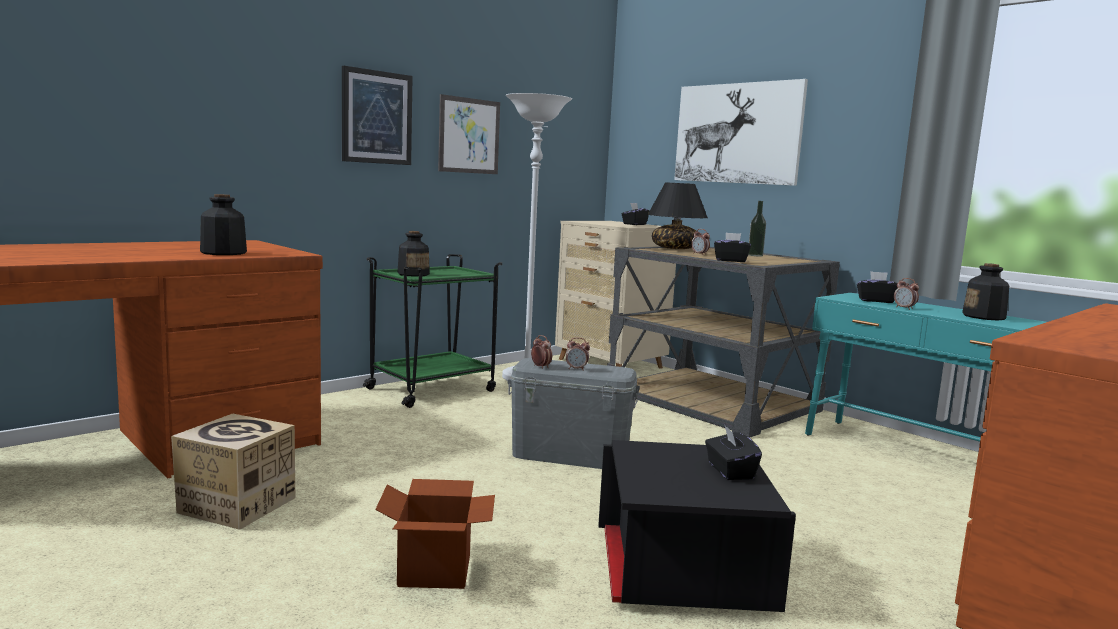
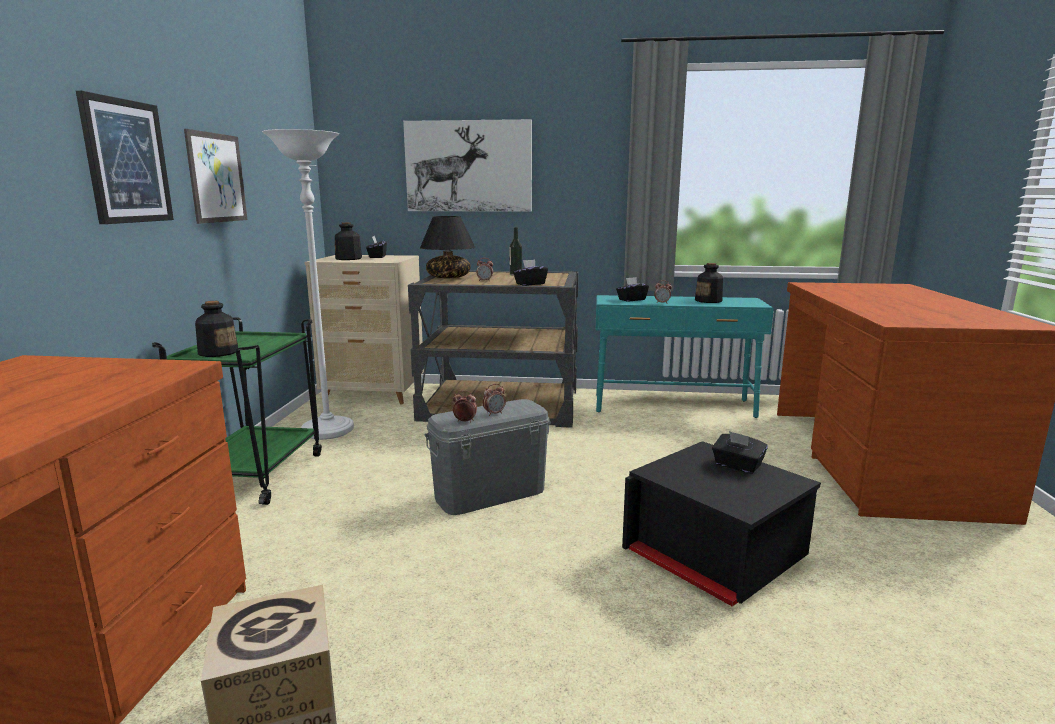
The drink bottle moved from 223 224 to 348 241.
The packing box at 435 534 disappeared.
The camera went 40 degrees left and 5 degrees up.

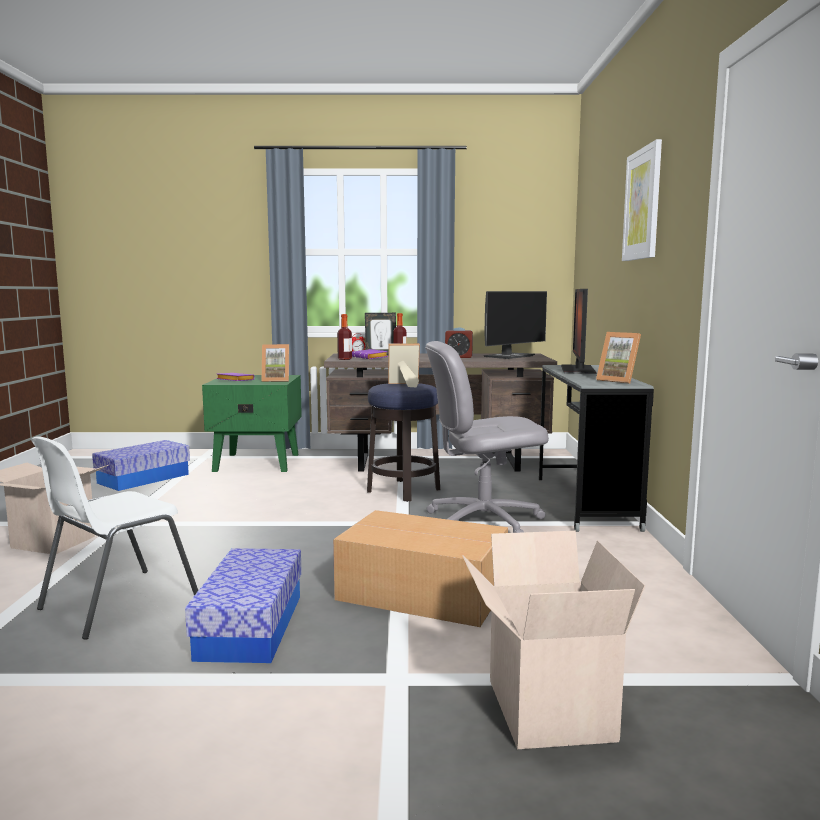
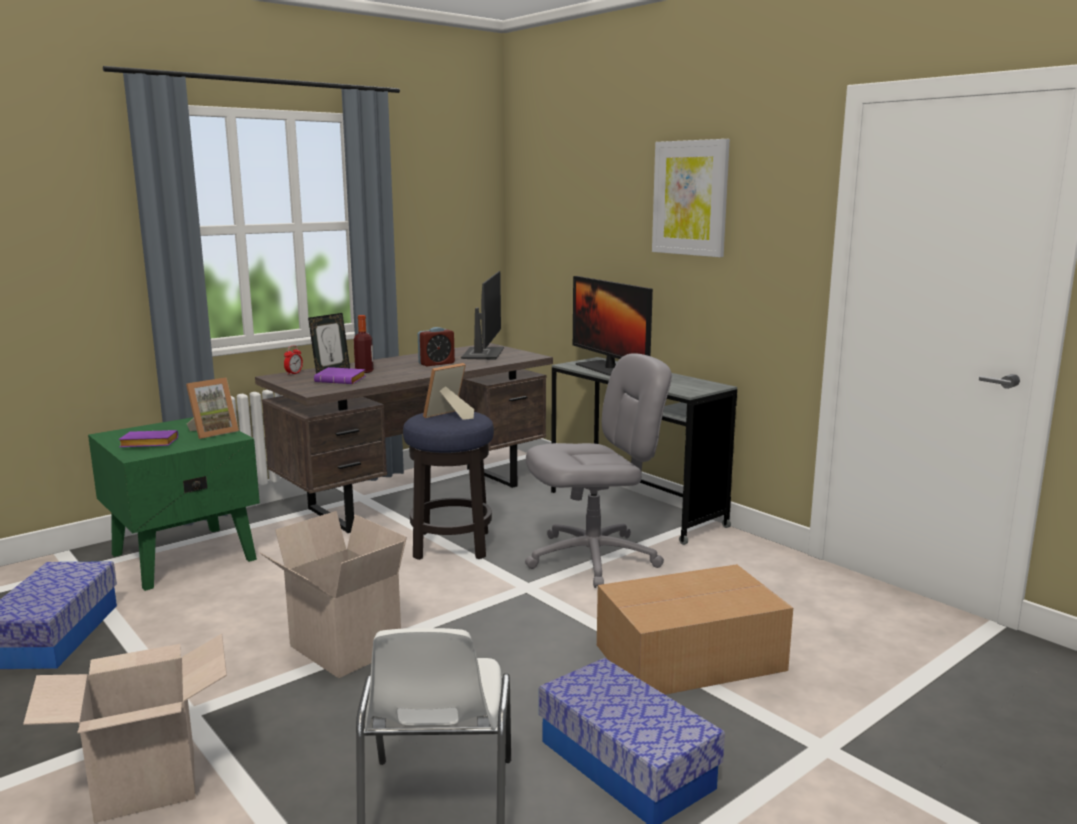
The drink bottle at 344 337 disappeared.
The standing frame at 618 358 disappeared.
The office chair (gray) at 487 437 turned 150 degrees counterclockwise.
The packing box moved from 553 640 to 333 594.
The camera went 40 degrees left and 5 degrees up.

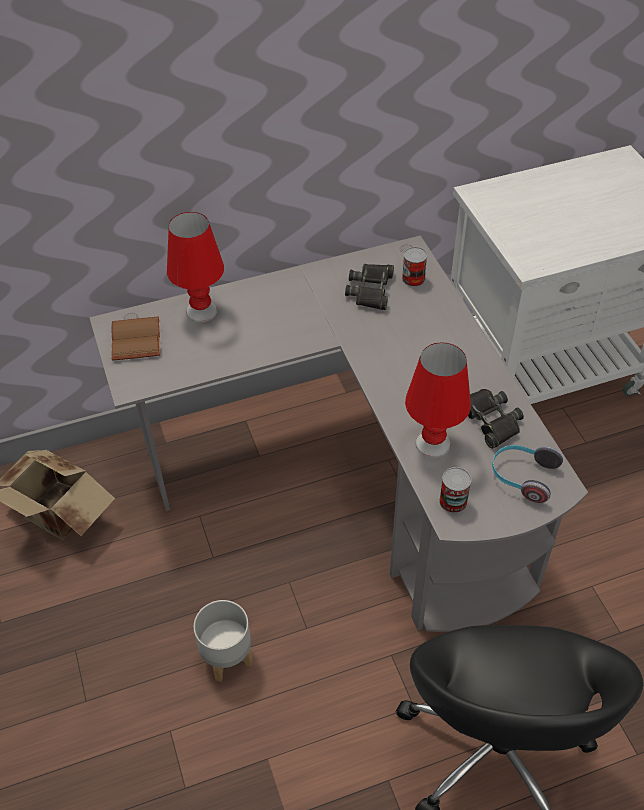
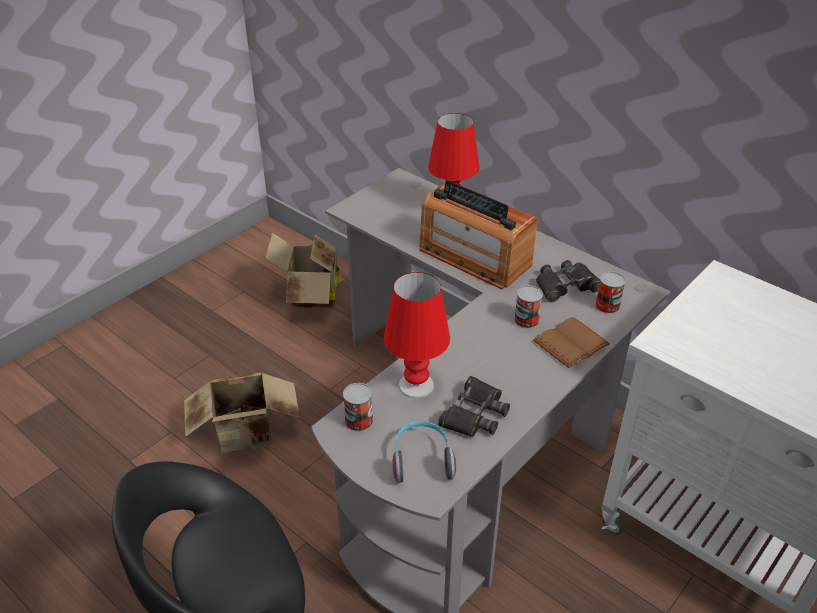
The volume (brown-coloured) moved from 135 338 to 571 342.
The flower pot (gray) at 223 641 was replaced by the packing box at 242 412.
The radio receiver at 478 235 appeared.
The can at 528 307 appeared.
The camera went 60 degrees right and 10 degrees down.

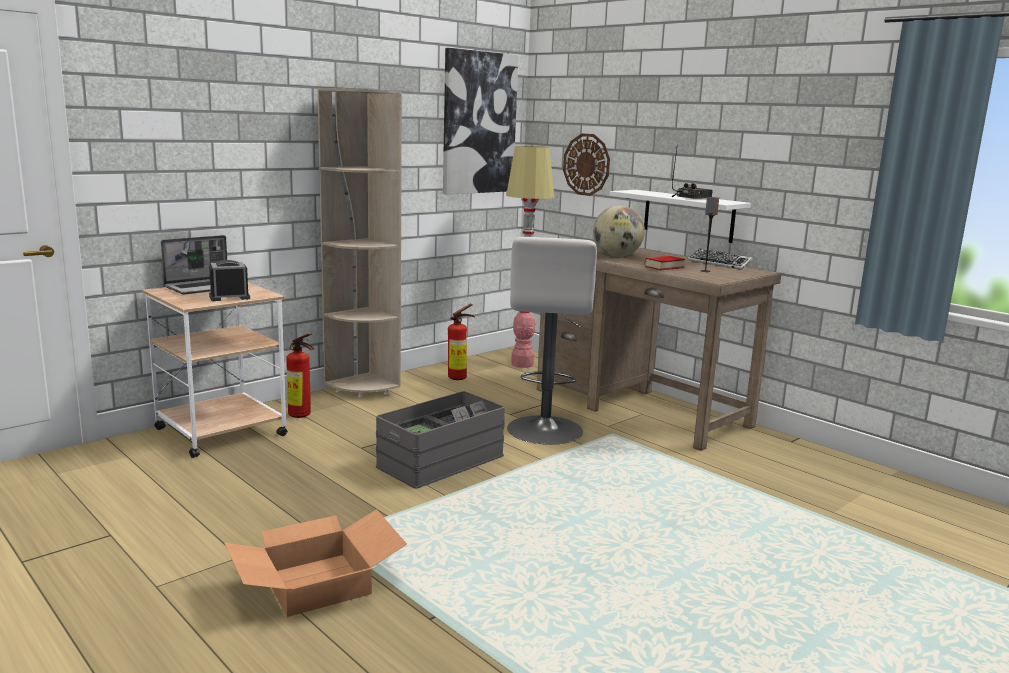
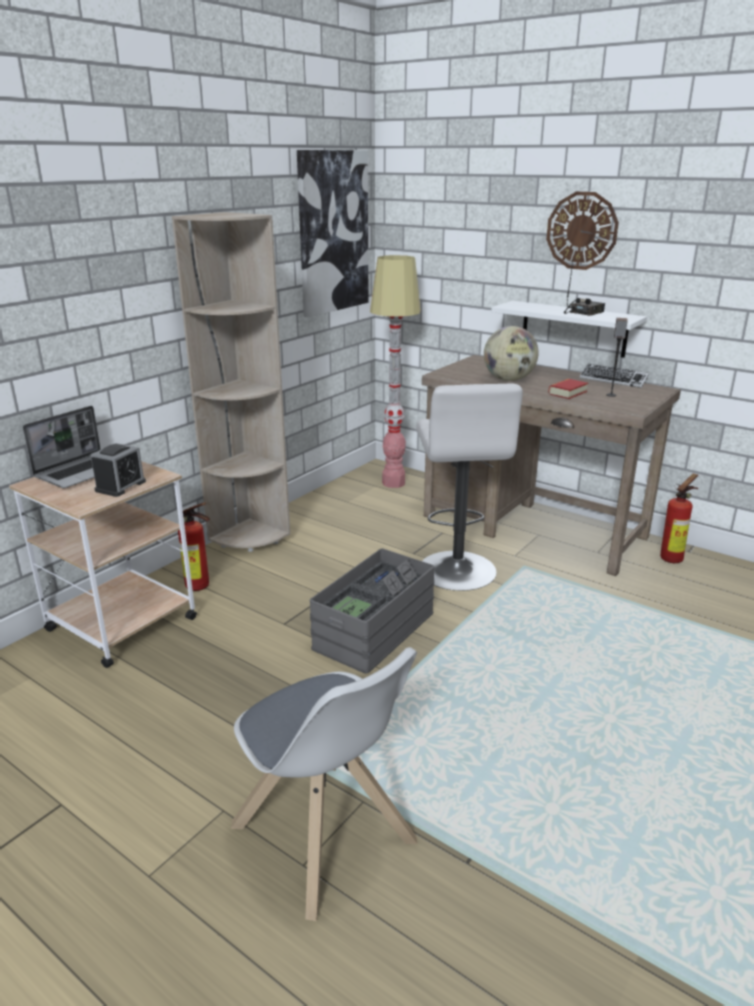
The hanging clock moved from 586 164 to 582 230.
The alarm clock at 229 280 turned 150 degrees clockwise.
The fire-fighting cylinder moved from 461 342 to 679 518.
The packing box at 315 563 was replaced by the plain chair at 324 784.
The camera went 10 degrees left and 10 degrees up.

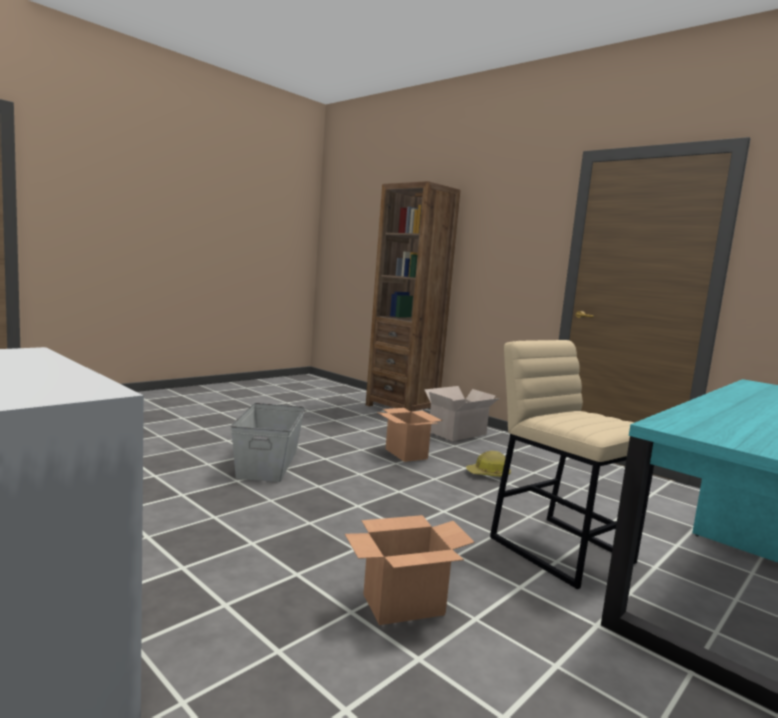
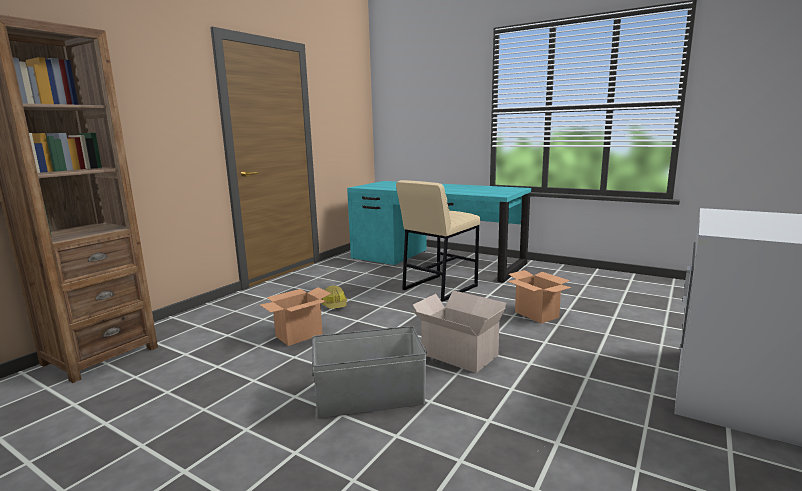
The packing box moved from 461 413 to 459 331.
The camera went 100 degrees left and 5 degrees up.

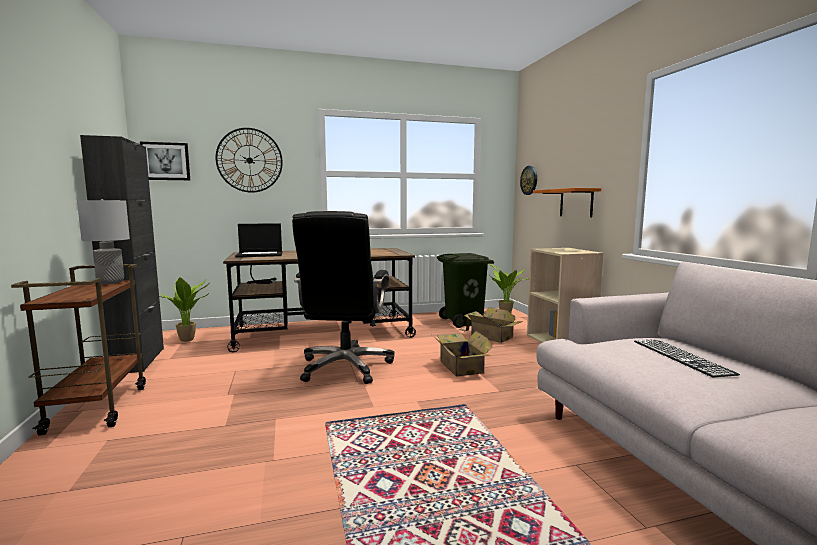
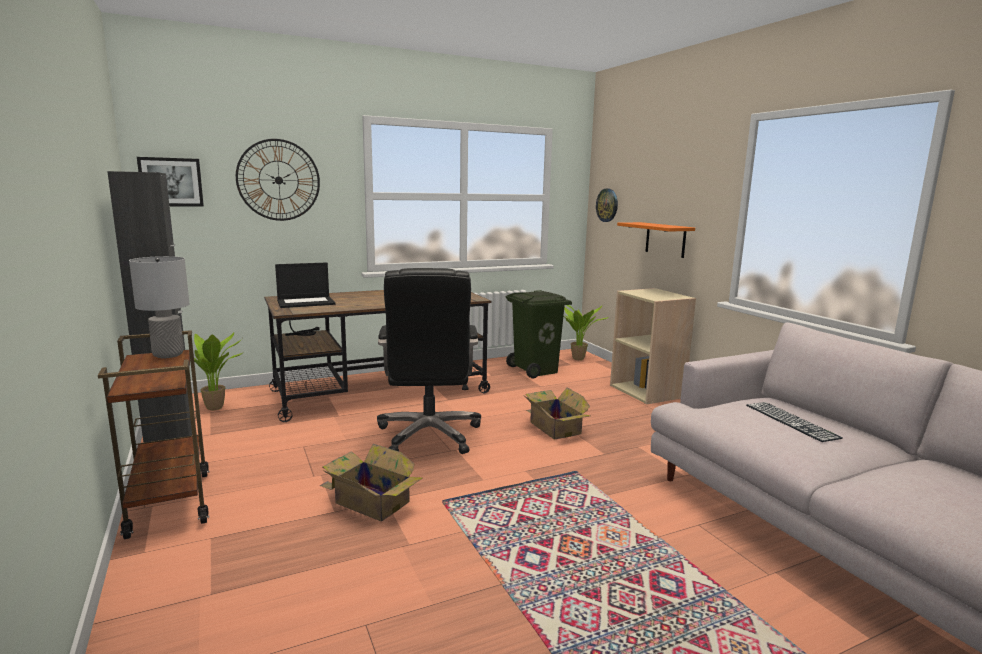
The packing box moved from 491 325 to 371 483.
The camera went 10 degrees left and 5 degrees up.

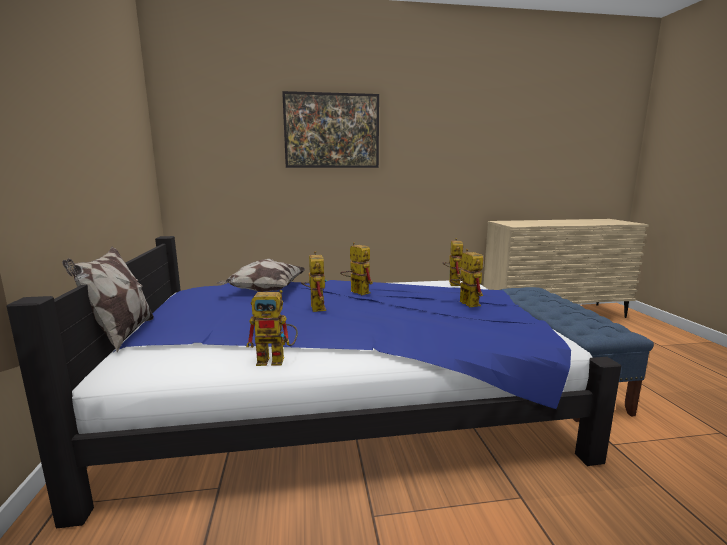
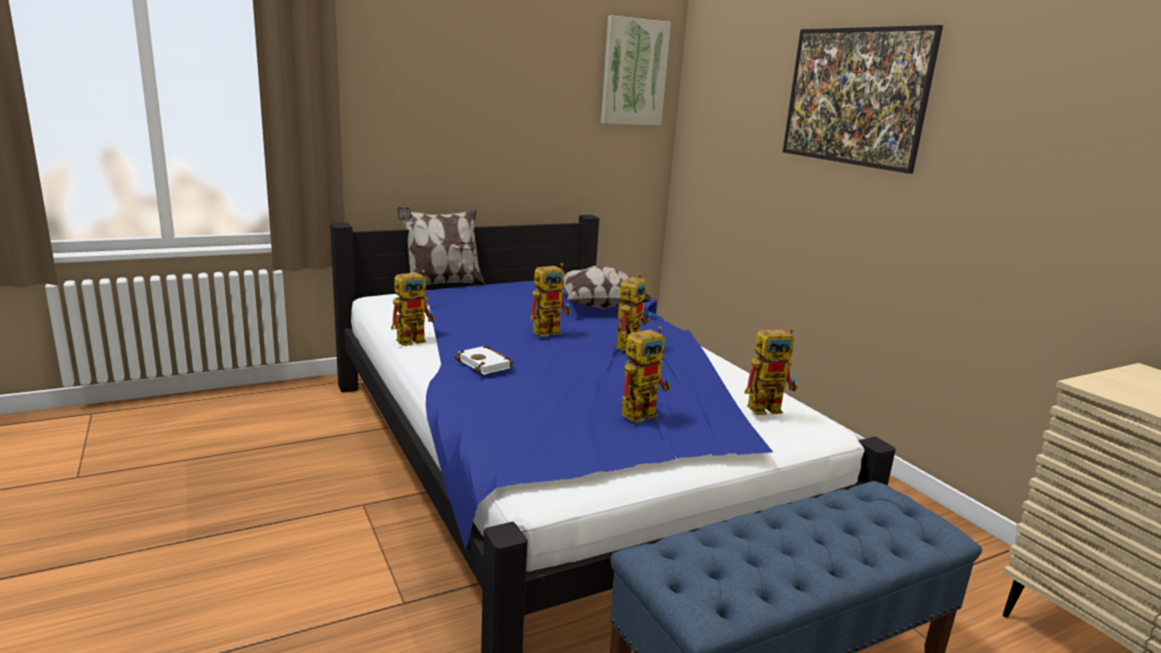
The robot figure at 272 328 turned 105 degrees counterclockwise.
The picture at 636 70 appeared.
The volume (whitish) at 484 360 appeared.
The camera went 70 degrees right and 5 degrees up.

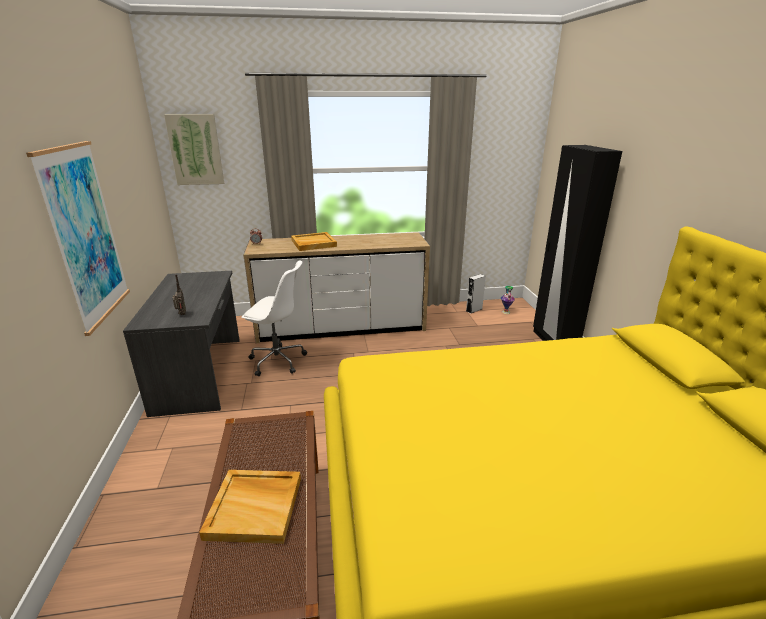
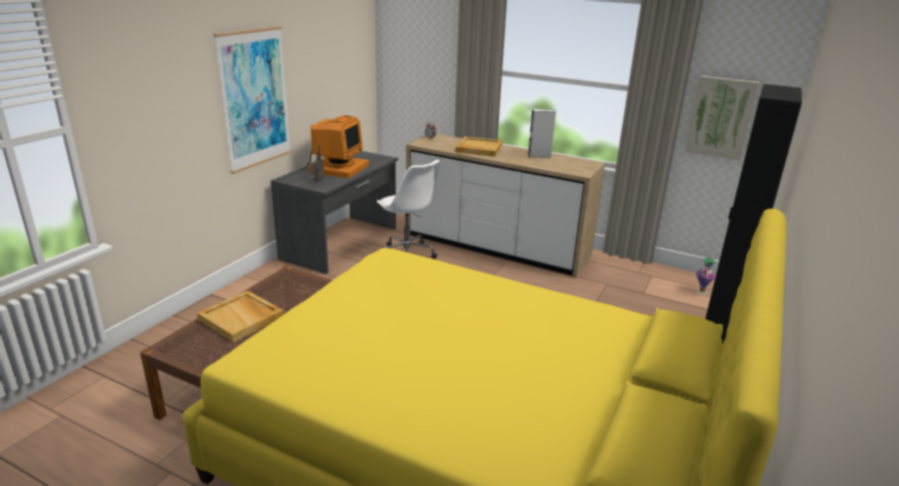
The picture moved from 194 149 to 722 118.
The loudspeaker (gray) moved from 476 293 to 542 133.
The computer display at 338 146 appeared.
The camera went 35 degrees right and 0 degrees up.

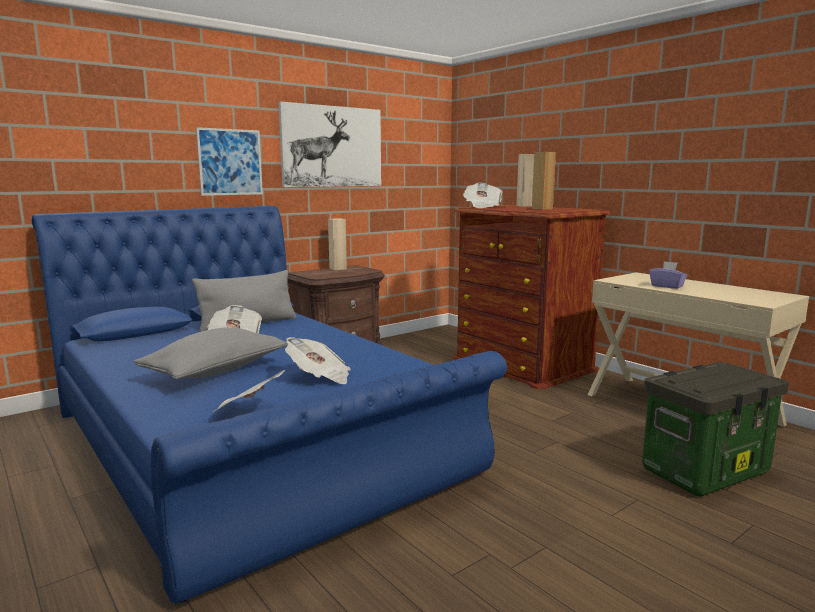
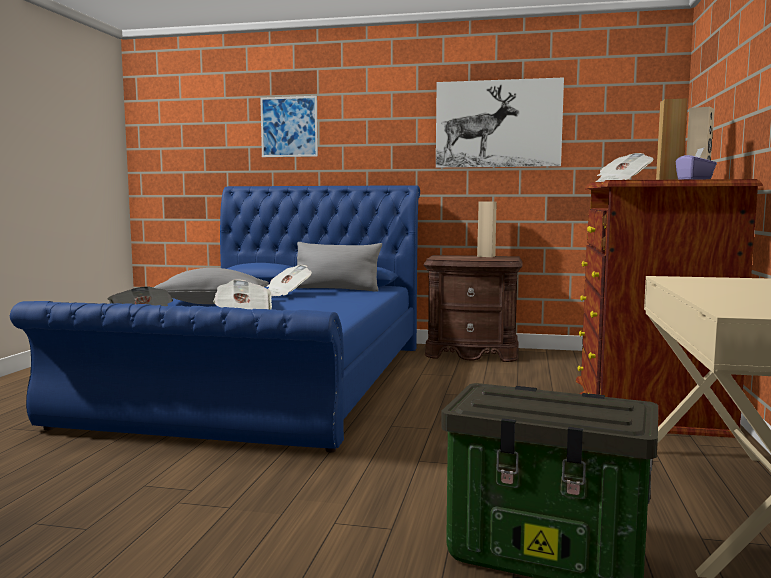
The picture moved from 229 161 to 289 126.
The box of tissues (purple) moved from 668 275 to 696 164.
The camera went 50 degrees right and 5 degrees down.

